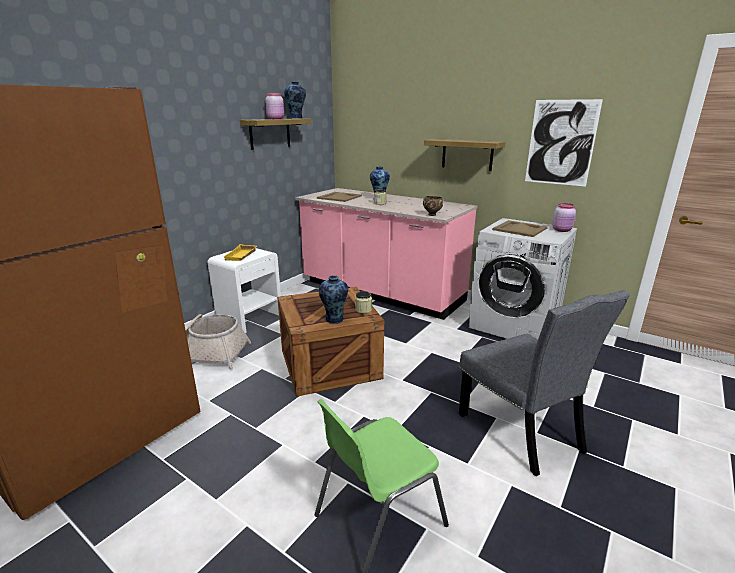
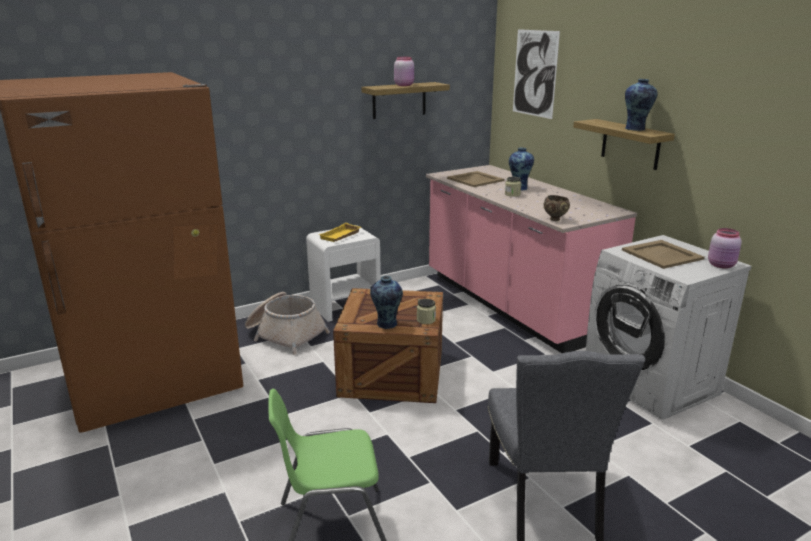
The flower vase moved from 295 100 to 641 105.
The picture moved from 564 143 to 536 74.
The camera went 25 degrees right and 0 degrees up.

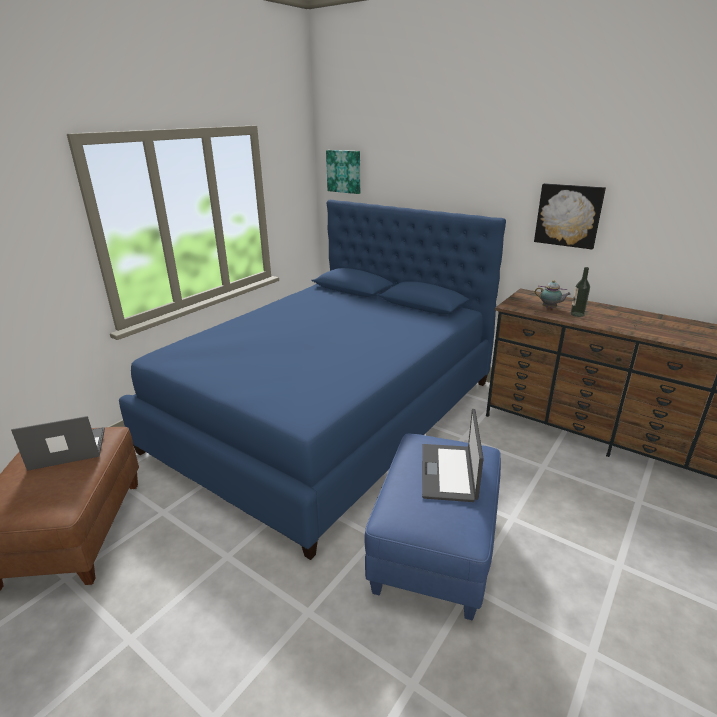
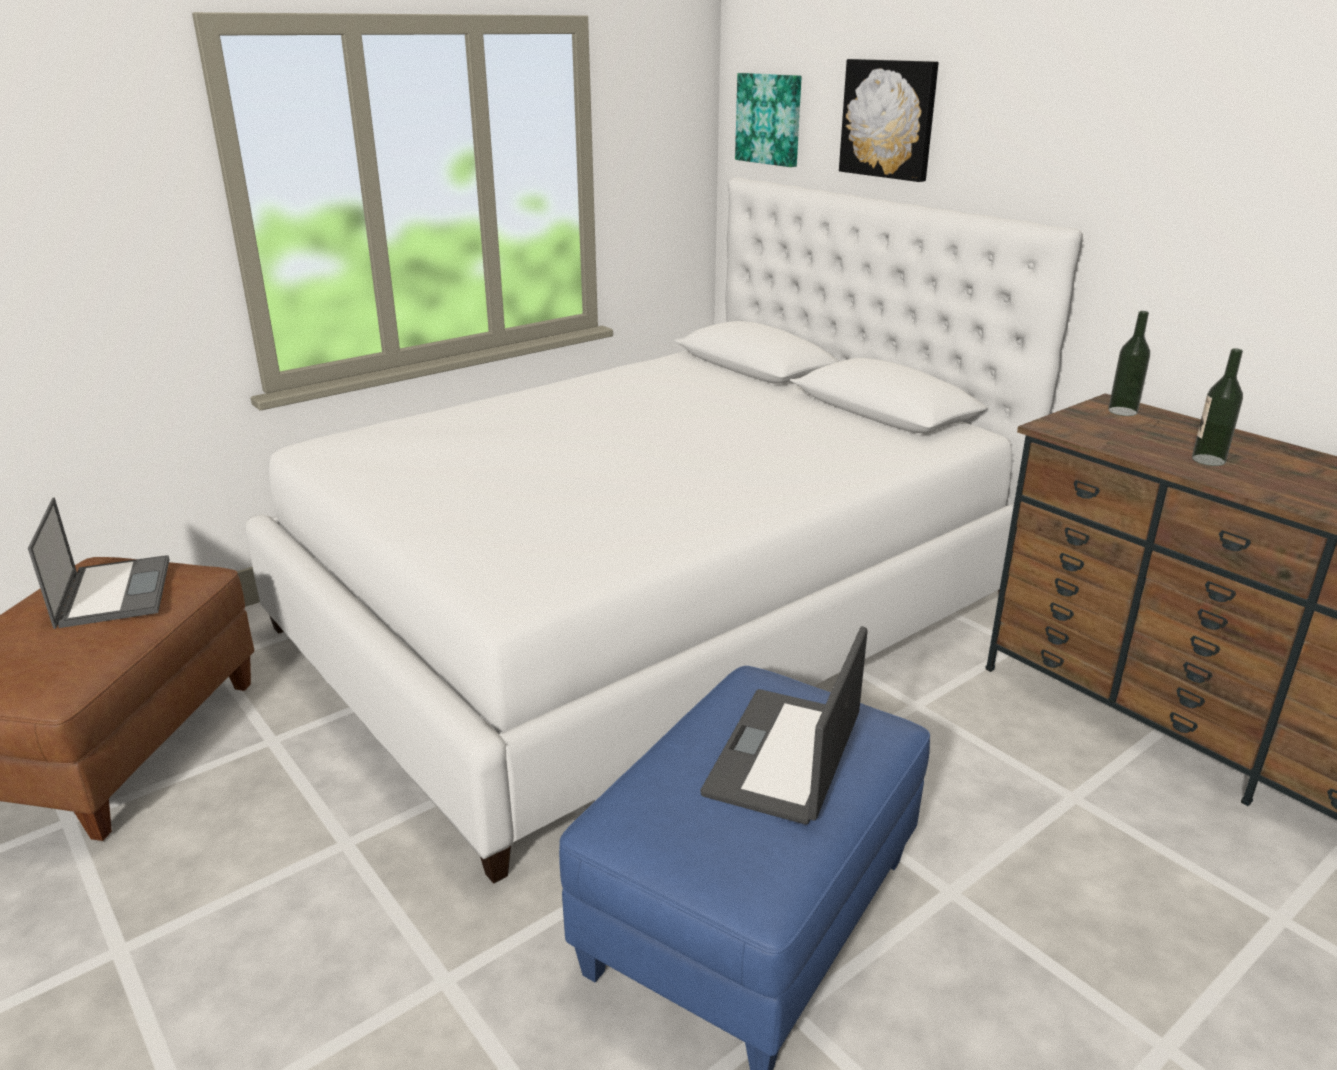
The picture moved from 570 216 to 889 120.
The bed (bluish) at 312 380 became the bed (whitish) at 664 530.
The teapot at 553 294 disappeared.
The notebook computer at 58 443 turned 75 degrees clockwise.
The drink bottle at 1129 363 appeared.
The camera went 15 degrees right and 0 degrees up.

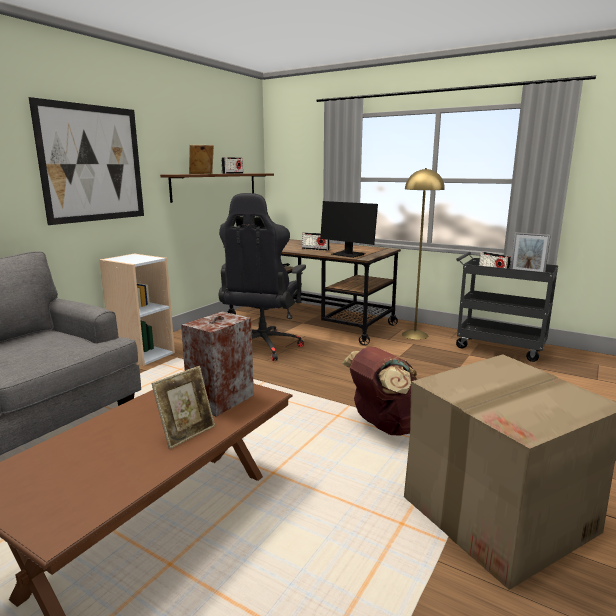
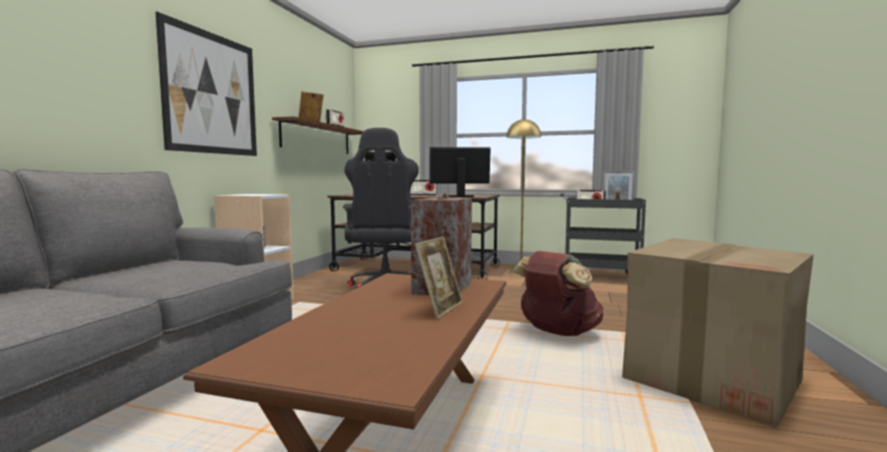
The computer display at 349 229 turned 150 degrees clockwise.
The camera went 15 degrees left and 10 degrees down.

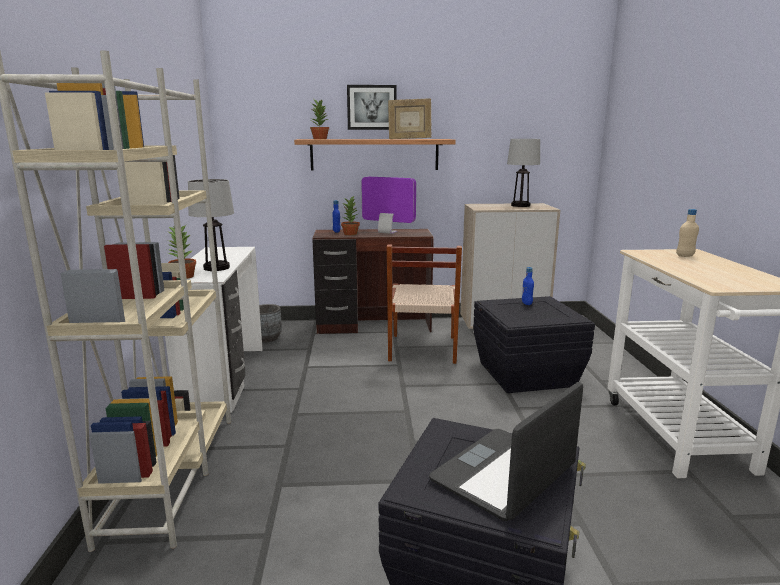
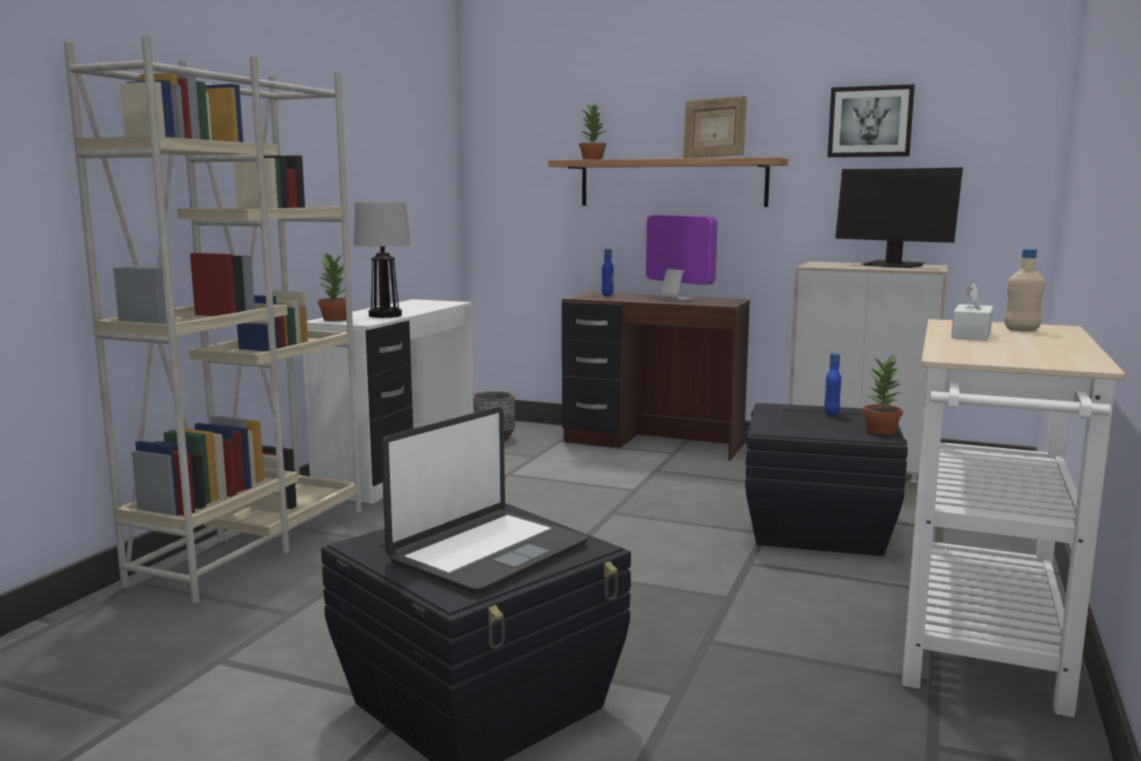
The picture moved from 372 107 to 871 120.
The table lamp at 523 173 was replaced by the computer display at 899 217.
The houseplant moved from 350 215 to 882 394.
The plain chair at 424 304 disappeared.
The notebook computer at 506 451 turned 150 degrees clockwise.
The box of tissues (whitish) at 972 311 appeared.
The camera went 25 degrees right and 5 degrees down.

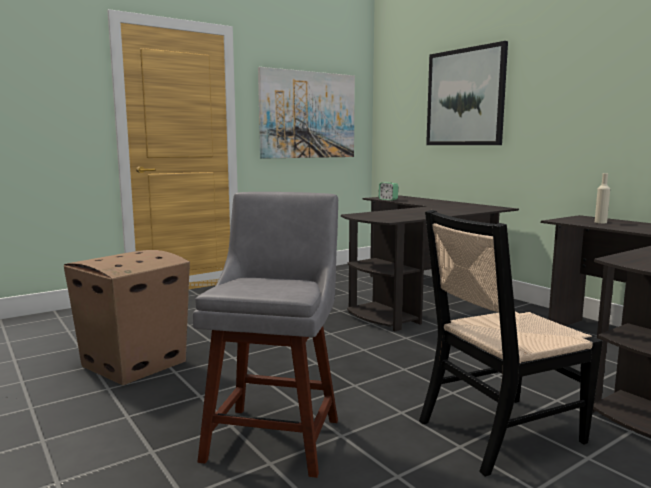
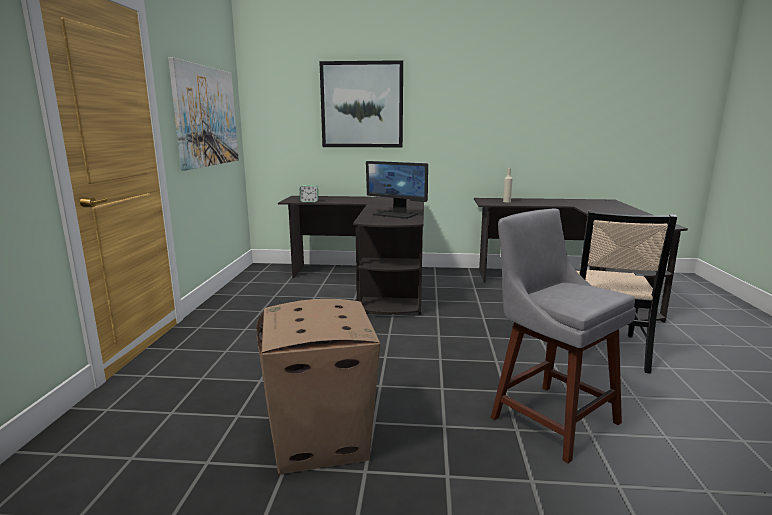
The computer display at 397 190 appeared.
The camera went 50 degrees left and 5 degrees up.

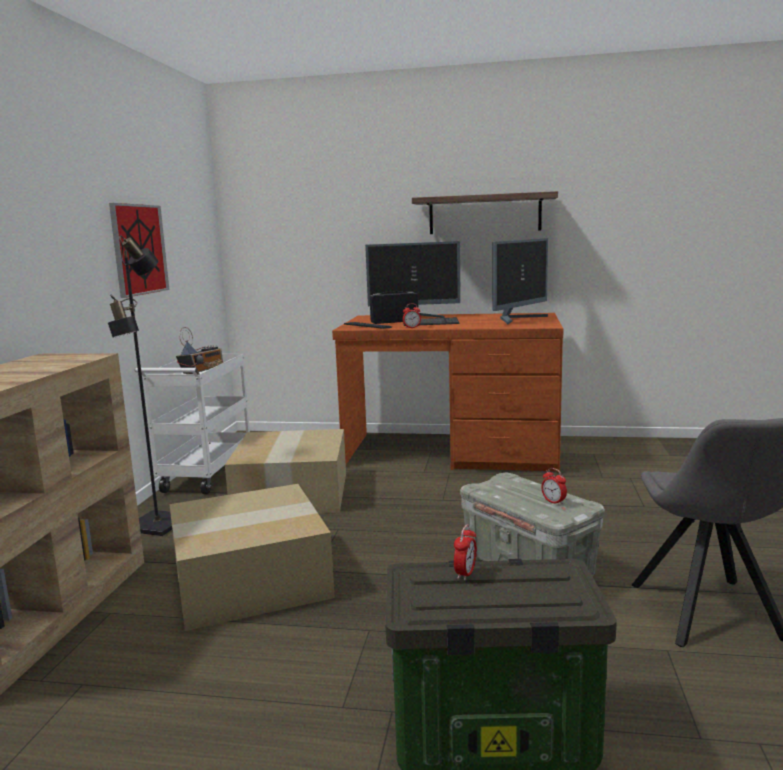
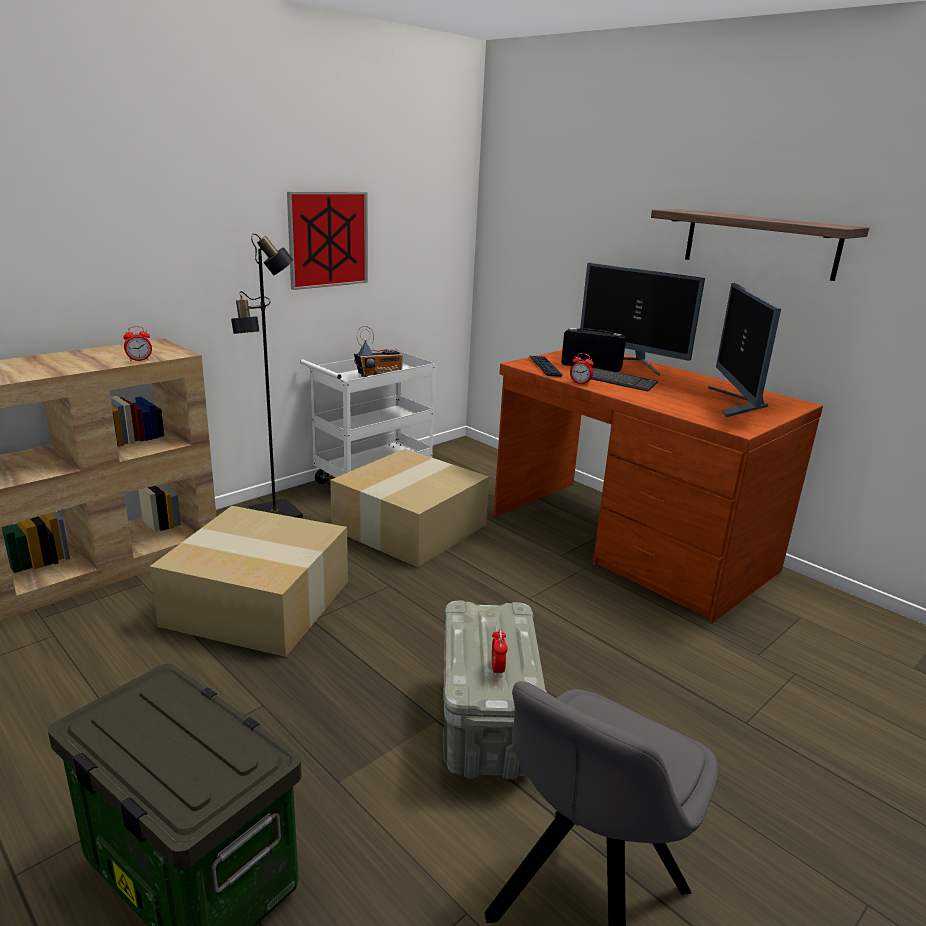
The computer display at 520 281 turned 105 degrees clockwise.
The alarm clock moved from 465 552 to 137 344.
The camera went 35 degrees right and 10 degrees up.

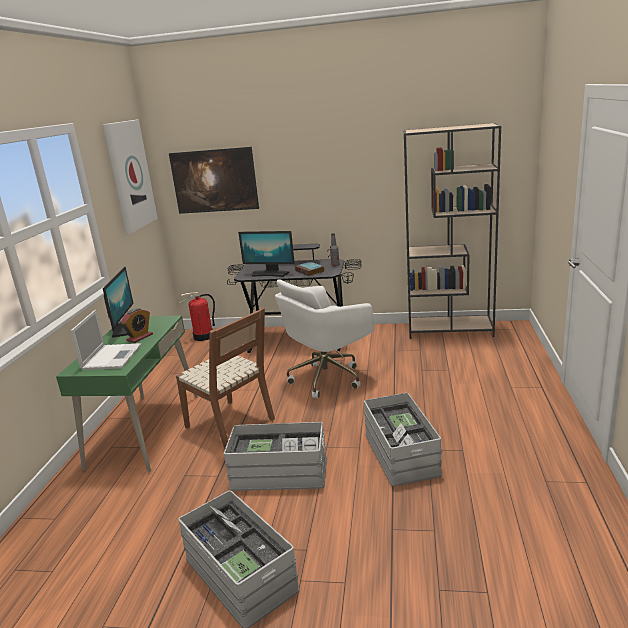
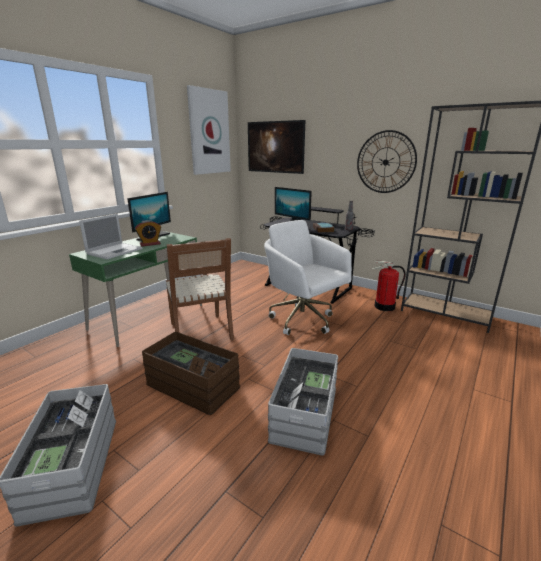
The office chair (whitish) at 325 338 turned 60 degrees clockwise.
The fire-fighting cylinder moved from 197 316 to 389 286.
The storage bin (gray) at 275 456 became the storage bin (brown-coloured) at 191 373.
The hanging clock at 387 161 appeared.
The camera went 25 degrees right and 0 degrees up.

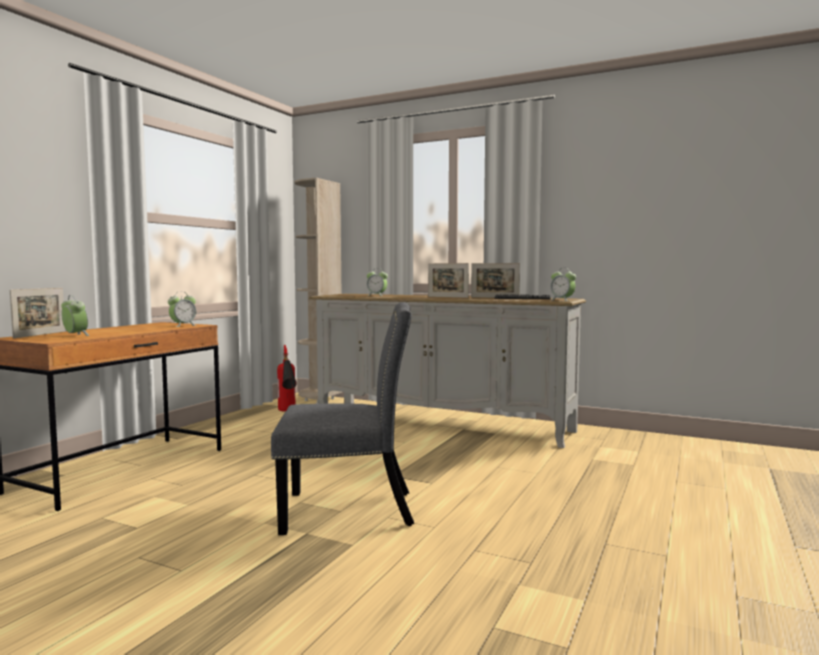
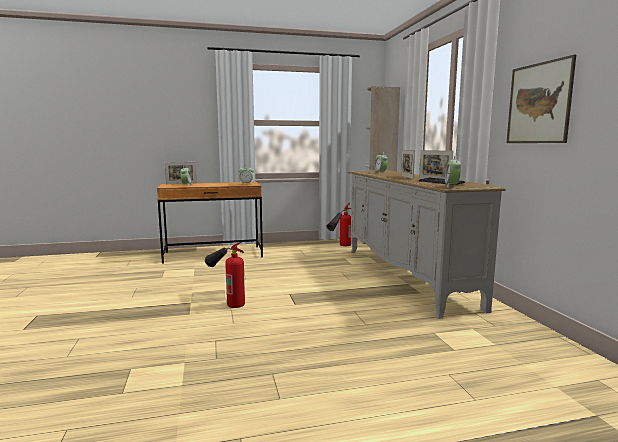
The plain chair (gray) at 342 418 was replaced by the fire-fighting cylinder at 225 275.
The picture at 541 99 appeared.
The camera went 50 degrees right and 5 degrees up.

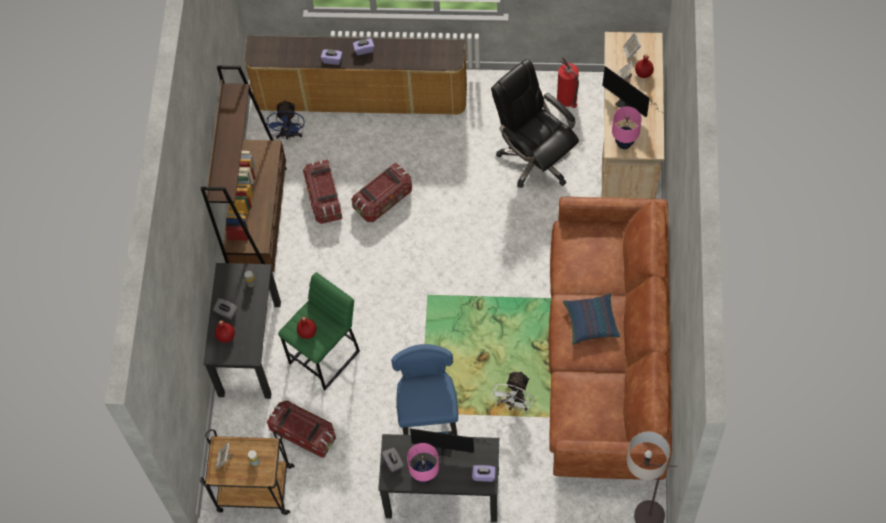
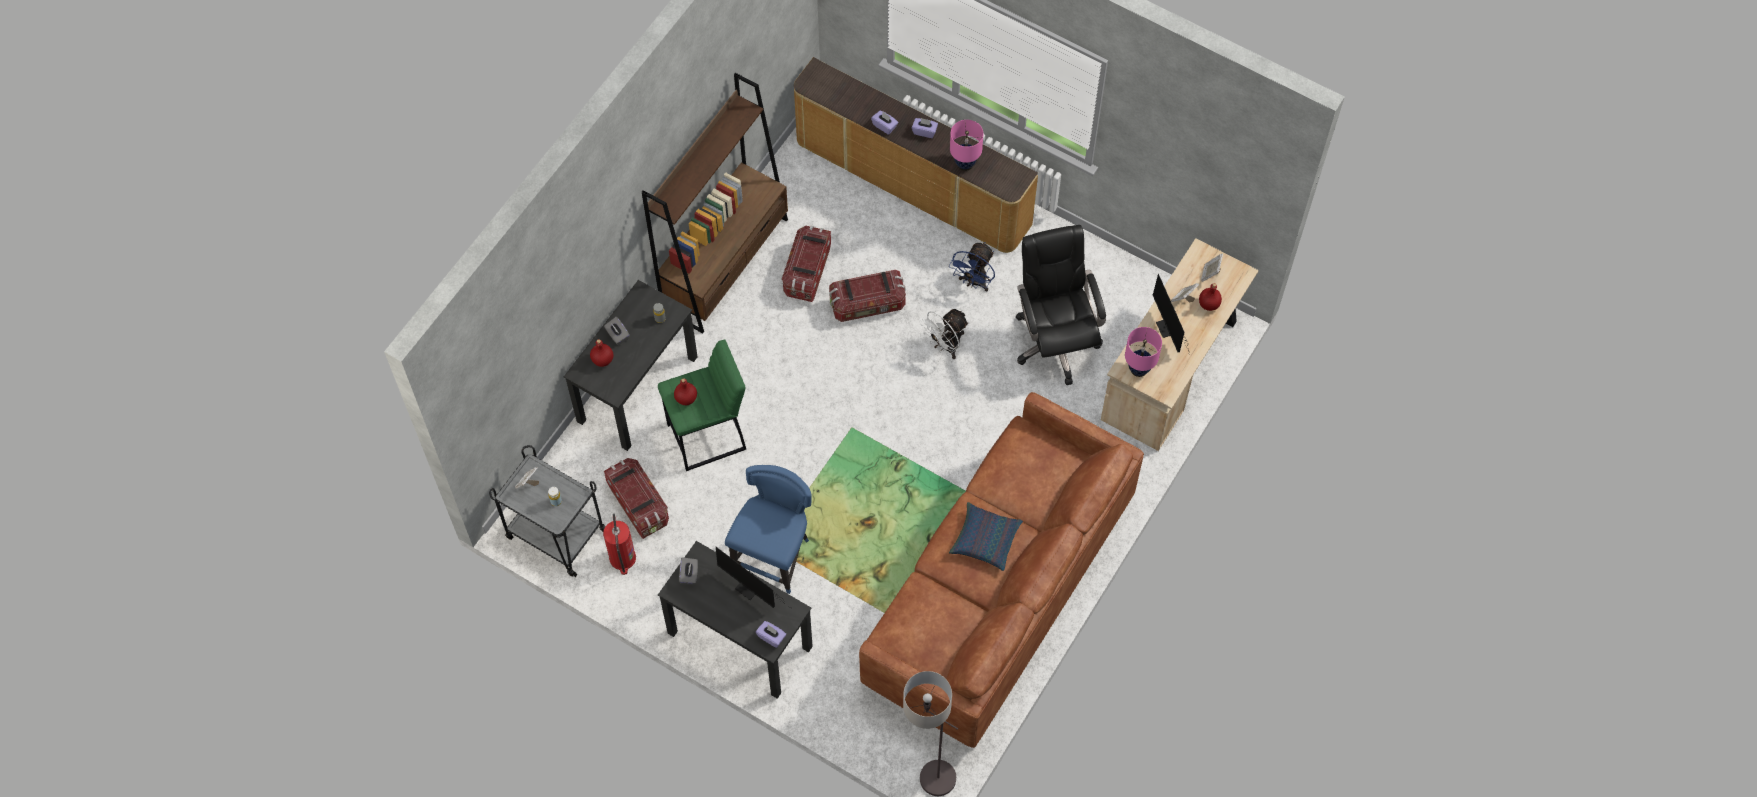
The fire-fighting cylinder moved from 568 82 to 619 544.
The electric fan (bluish) moved from 285 120 to 972 267.
The electric fan (whitish) moved from 512 391 to 944 334.
The trolley (brown-coloured) at 247 472 became the trolley (gray) at 547 511.
The table lamp (pinkish) moved from 423 463 to 966 145.
The camera went 25 degrees right and 0 degrees up.

